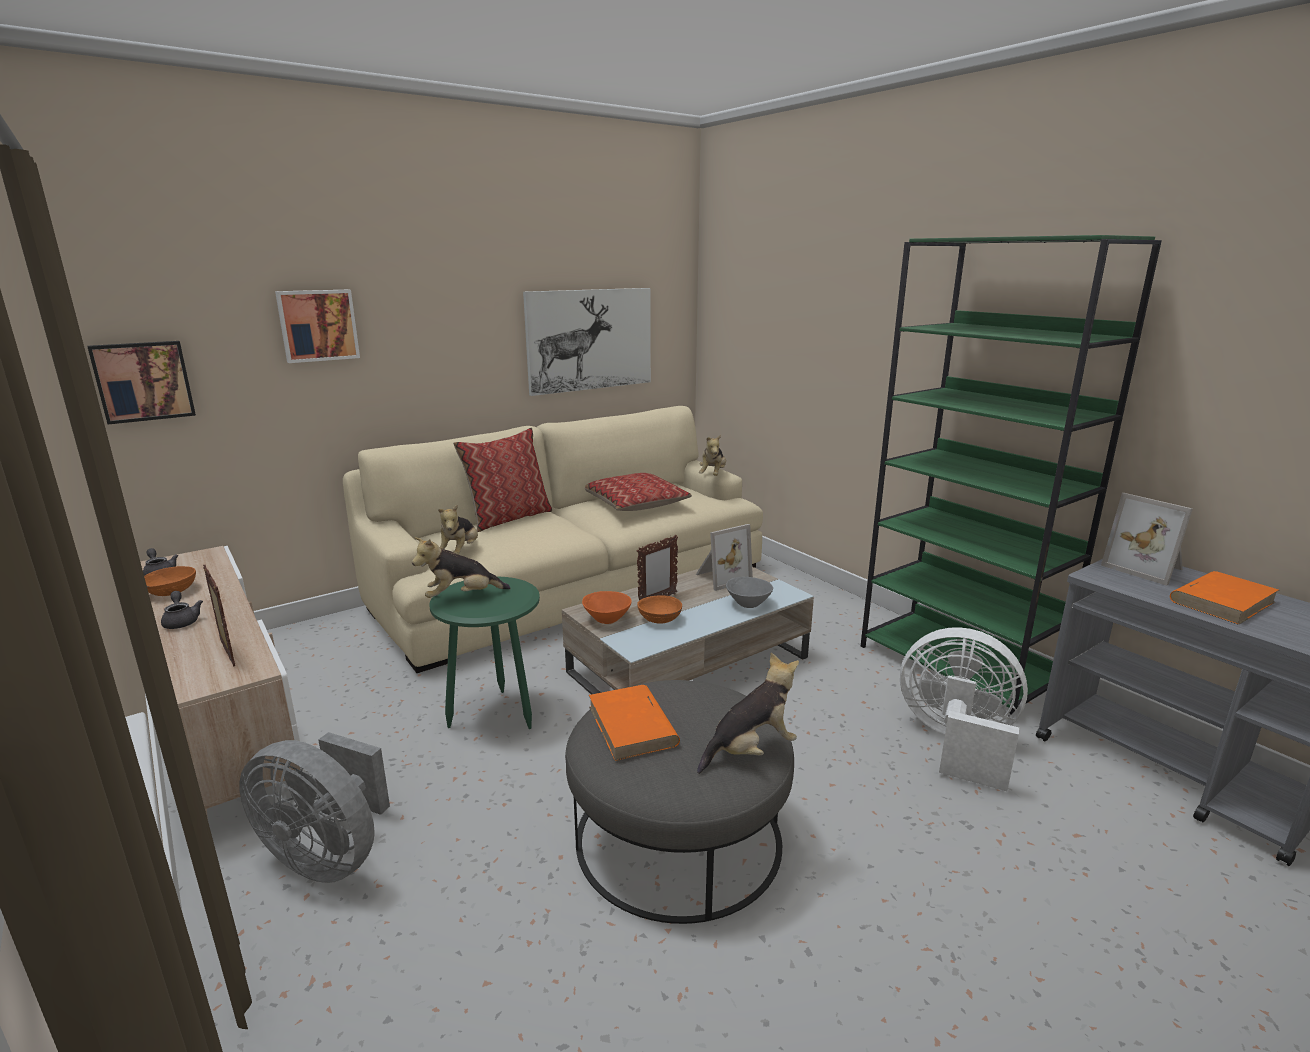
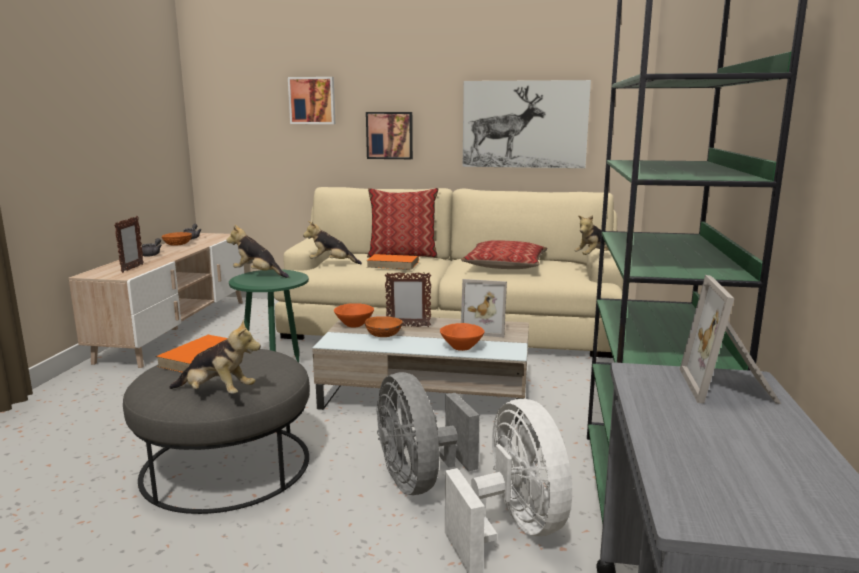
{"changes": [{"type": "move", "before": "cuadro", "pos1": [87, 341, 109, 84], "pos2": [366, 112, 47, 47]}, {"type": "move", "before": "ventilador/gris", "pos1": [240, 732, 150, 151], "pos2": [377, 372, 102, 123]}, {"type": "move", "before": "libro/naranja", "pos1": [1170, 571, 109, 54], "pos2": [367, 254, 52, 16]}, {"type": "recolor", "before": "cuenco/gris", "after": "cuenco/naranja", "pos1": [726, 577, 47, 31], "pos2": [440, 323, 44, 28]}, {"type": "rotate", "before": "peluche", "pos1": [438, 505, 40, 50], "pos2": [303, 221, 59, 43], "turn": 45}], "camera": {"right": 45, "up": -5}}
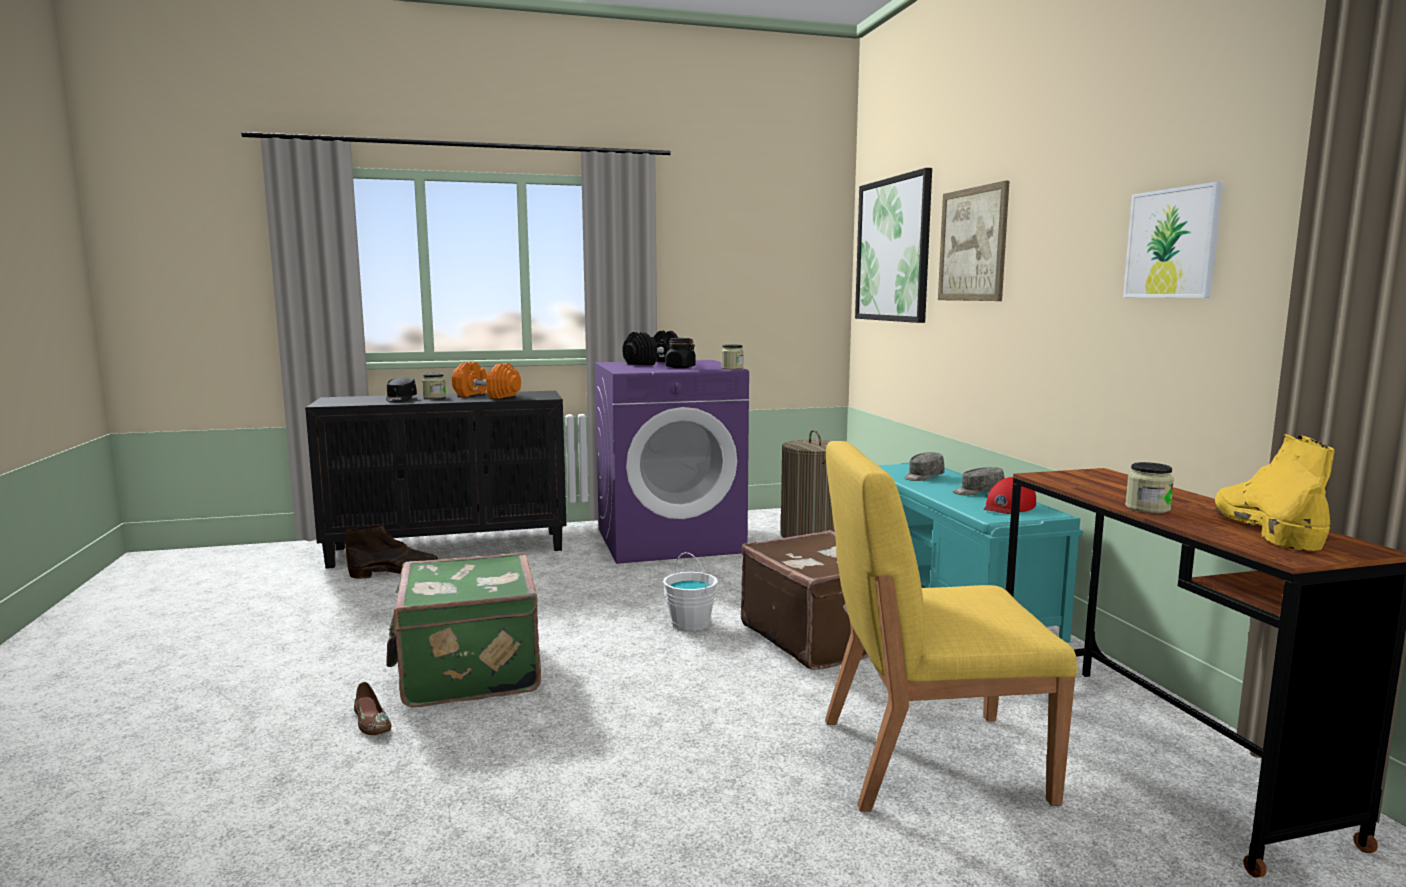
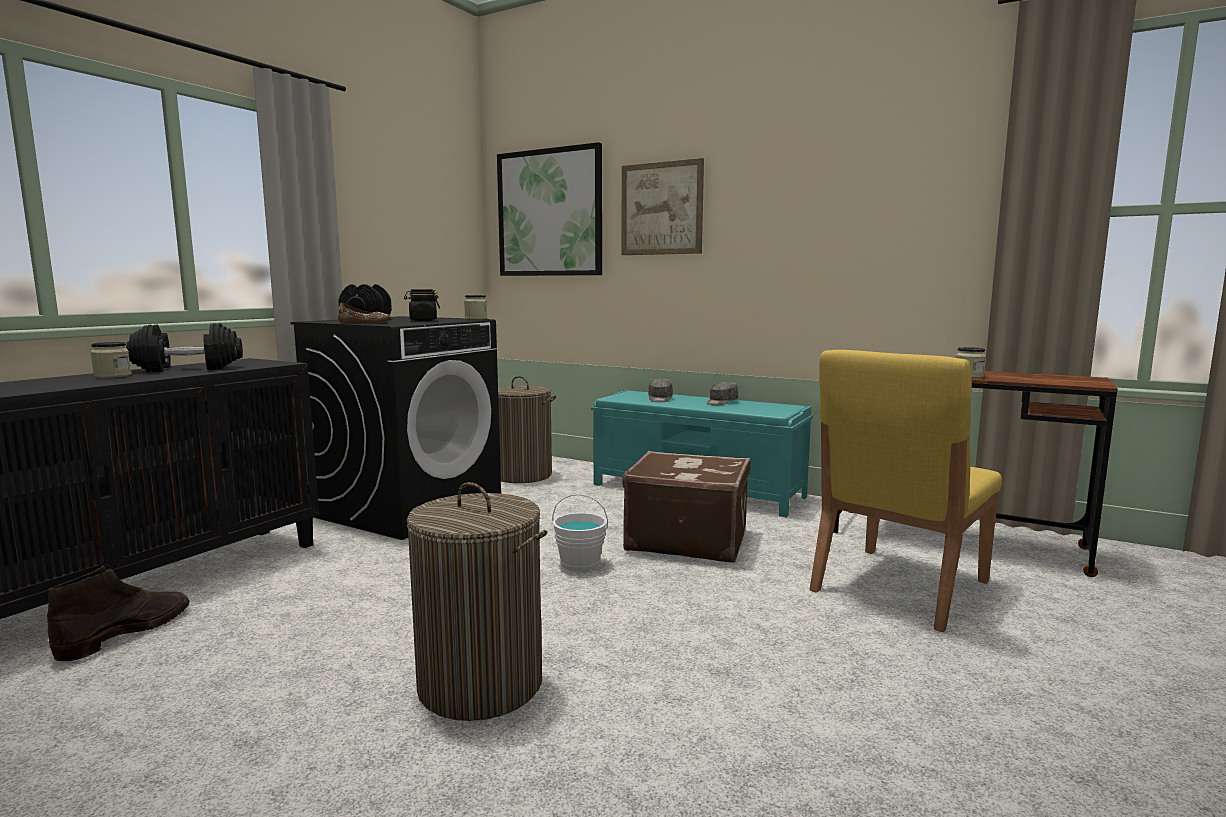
{"changes": [{"type": "delete", "before": "gorra/negro", "pos1": [386, 377, 31, 25]}, {"type": "delete", "before": "gorra/rojo", "pos1": [984, 477, 52, 37]}, {"type": "delete", "before": "cuadro", "pos1": [1123, 182, 100, 116]}, {"type": "delete", "before": "bota/amarillo", "pos1": [1215, 433, 120, 118]}, {"type": "move", "before": "zapato/marrón", "pos1": [354, 682, 37, 53], "pos2": [338, 303, 53, 21]}, {"type": "replace", "before": "maleta/verde", "after": "cesto de la ropa", "pos1": [386, 552, 155, 155], "pos2": [406, 482, 141, 239]}, {"type": "recolor", "before": "mancuerna/naranja", "after": "mancuerna/negro", "pos1": [452, 362, 69, 37], "pos2": [126, 323, 117, 49]}, {"type": "recolor", "before": "lavadora/morado", "after": "lavadora/negro", "pos1": [594, 360, 155, 204], "pos2": [291, 316, 210, 224]}], "camera": {"right": -45, "up": 0}}
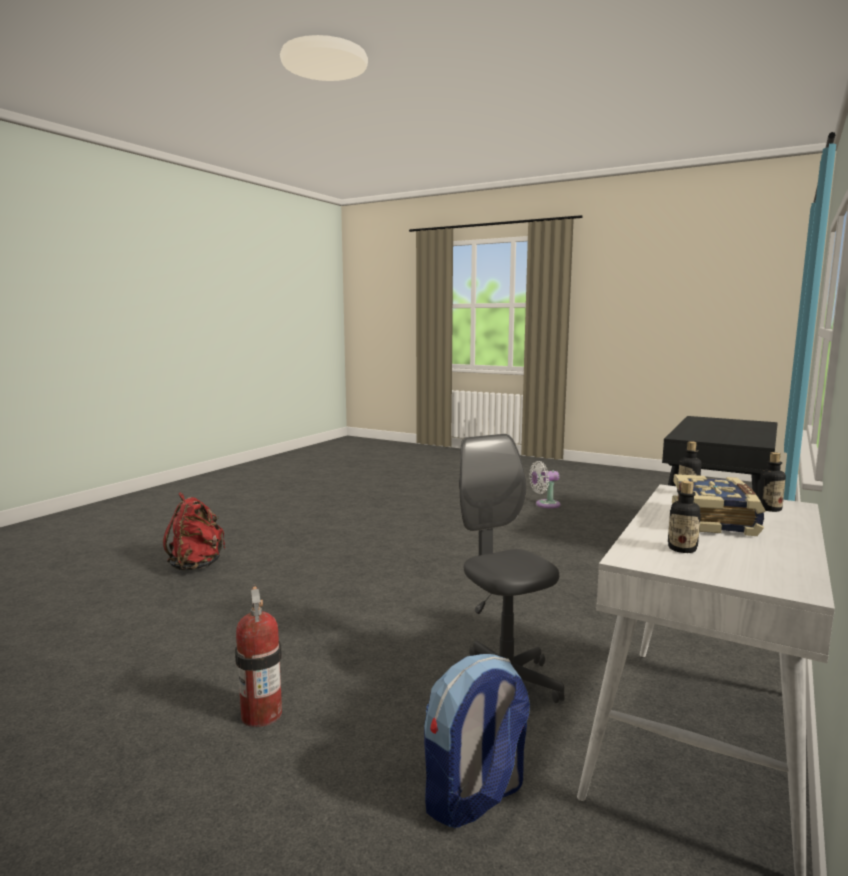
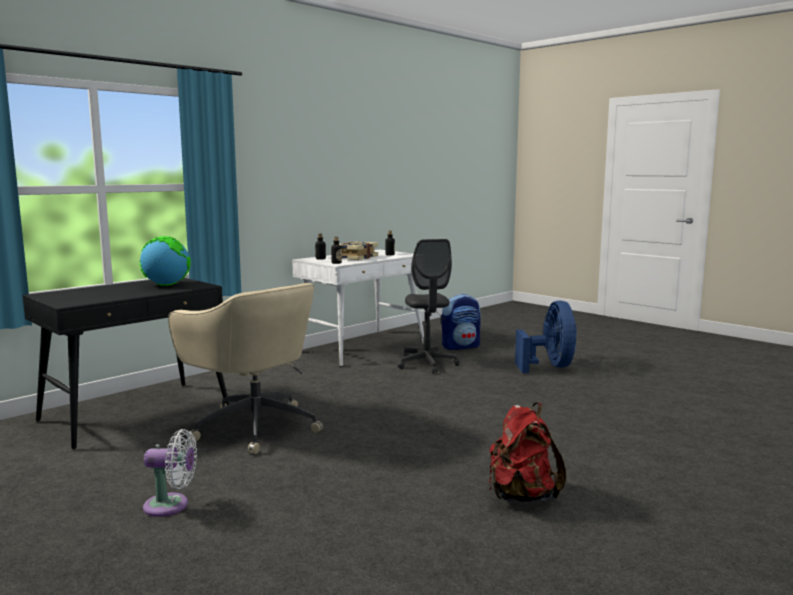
{"changes": [{"type": "insert", "after": "globo terráqueo", "pos2": [139, 236, 52, 50]}, {"type": "insert", "after": "silla de oficina/beis", "pos2": [168, 283, 155, 171]}, {"type": "move", "before": "mochila/rojo", "pos1": [163, 492, 62, 79], "pos2": [489, 402, 77, 100]}, {"type": "replace", "before": "extintor", "after": "ventilador/azul", "pos1": [235, 584, 47, 143], "pos2": [515, 300, 62, 73]}], "camera": {"right": -165, "up": 0}}
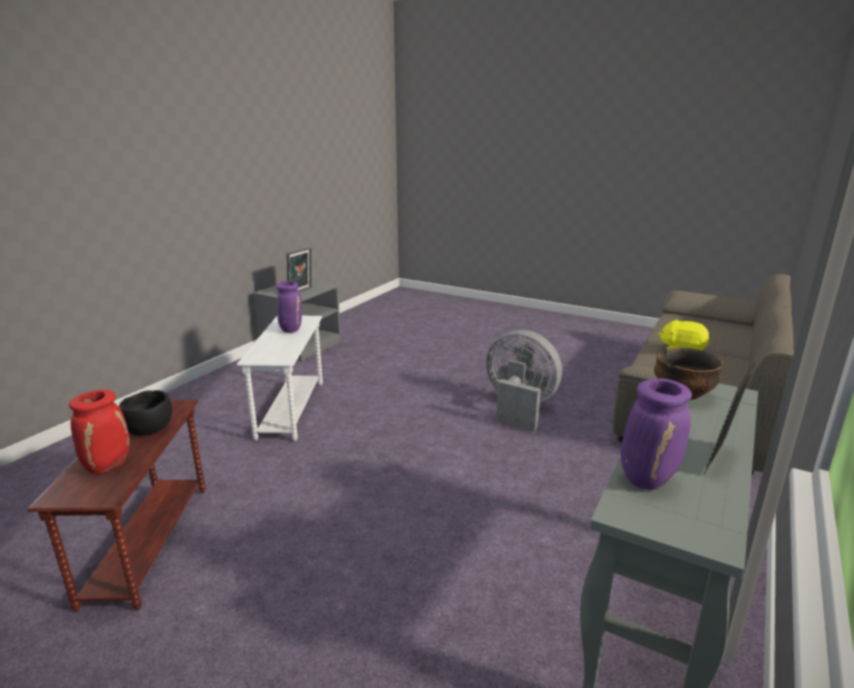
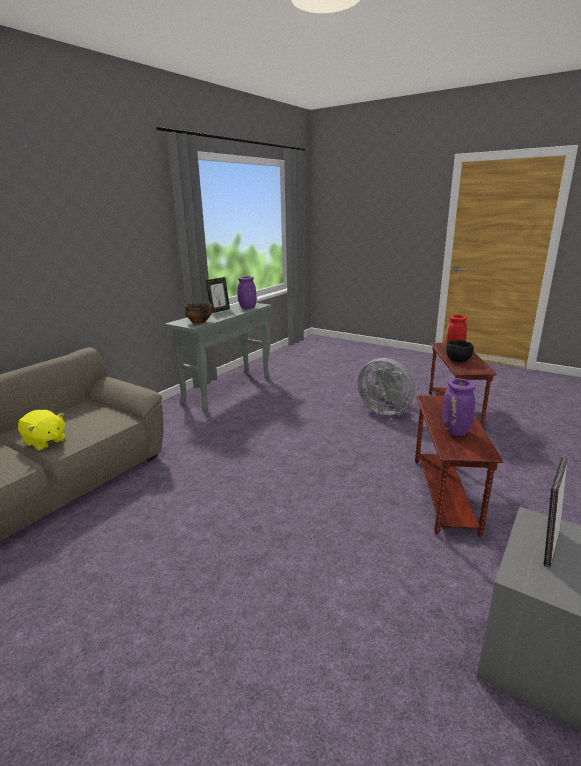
{"changes": [{"type": "move", "before": "ventilador/gris", "pos1": [486, 330, 76, 102], "pos2": [358, 358, 57, 57]}, {"type": "recolor", "before": "mesa auxiliar/blanco", "after": "mesa auxiliar/marrón", "pos1": [237, 316, 86, 125], "pos2": [415, 395, 88, 142]}], "camera": {"right": -175, "up": 0}}
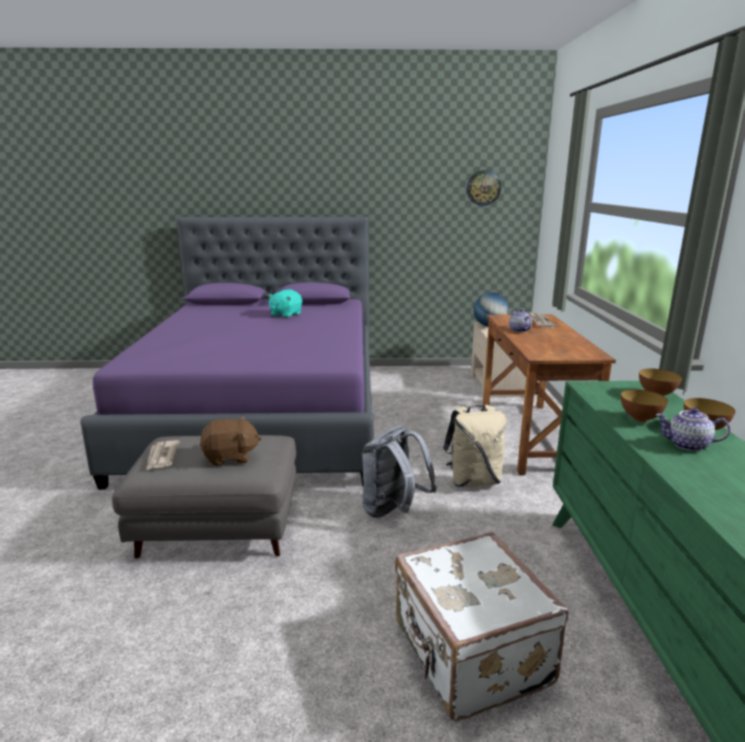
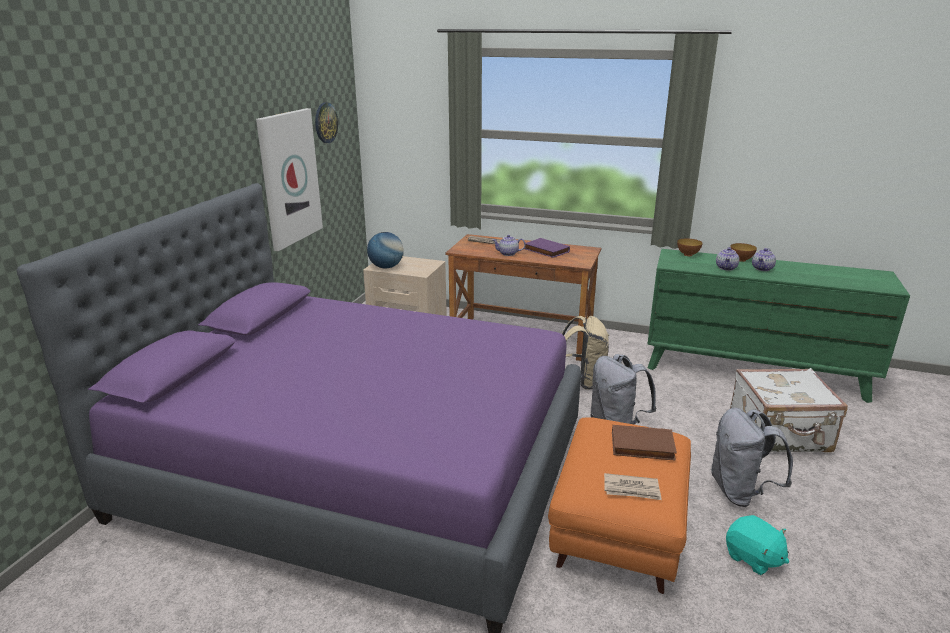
{"changes": [{"type": "insert", "after": "cuadro", "pos2": [256, 108, 67, 143]}, {"type": "insert", "after": "libro/morado", "pos2": [524, 238, 46, 20]}, {"type": "insert", "after": "mochila/gris", "pos2": [711, 408, 82, 99]}, {"type": "move", "before": "peluche/turquesa", "pos1": [267, 289, 35, 29], "pos2": [726, 515, 63, 60]}, {"type": "replace", "before": "peluche/marrón", "after": "libro/marrón", "pos1": [200, 416, 62, 50], "pos2": [612, 425, 65, 36]}, {"type": "replace", "before": "cuenco", "after": "tetera", "pos1": [621, 389, 47, 33], "pos2": [716, 247, 23, 24]}, {"type": "recolor", "before": "puf/gris", "after": "puf/naranja", "pos1": [112, 435, 184, 123], "pos2": [548, 417, 143, 177]}], "camera": {"right": -70, "up": 5}}
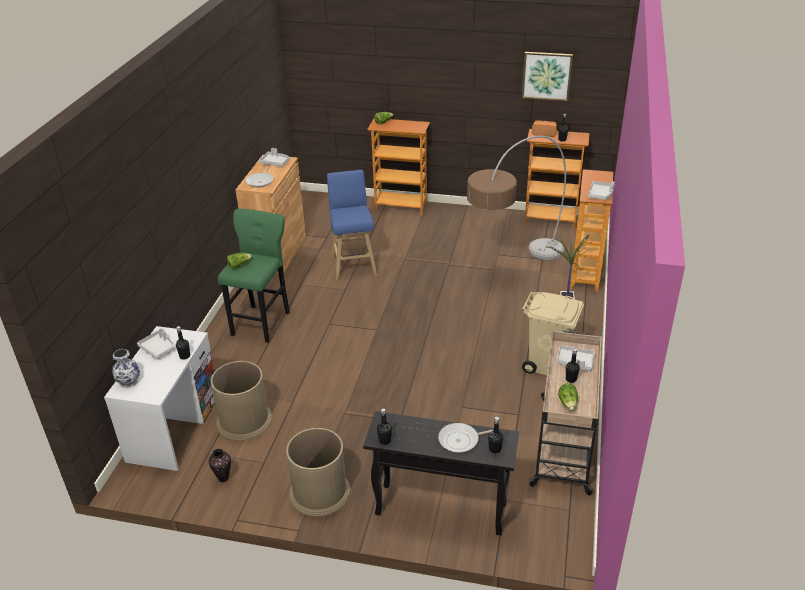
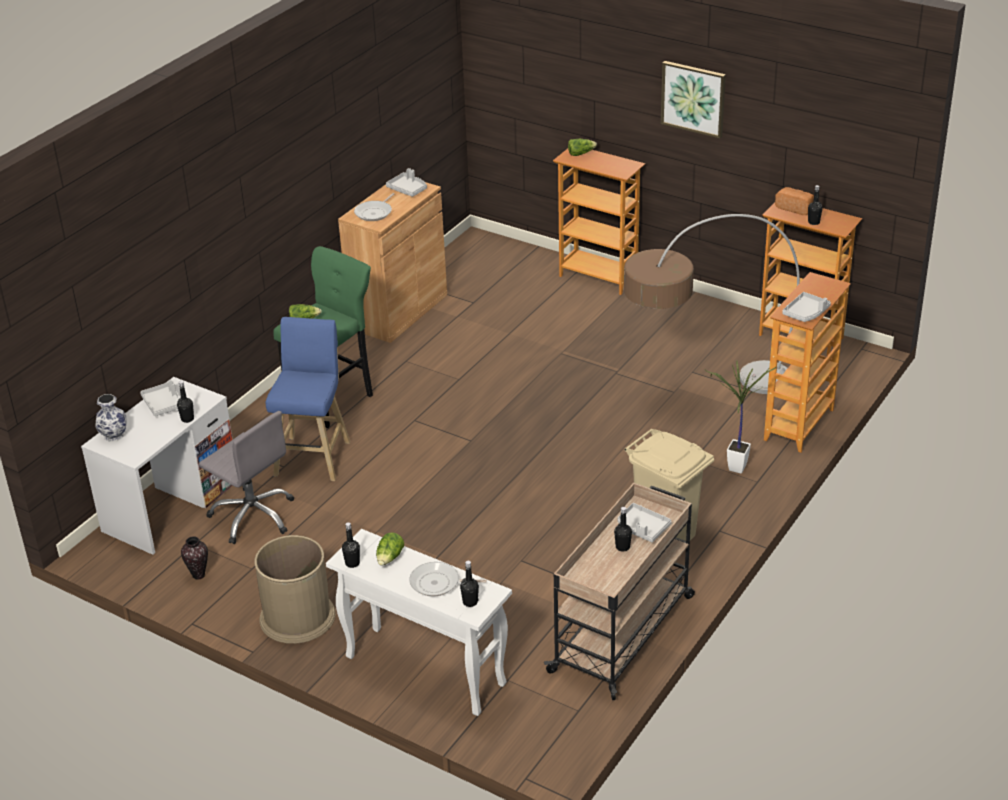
{"changes": [{"type": "move", "before": "taburete/azul", "pos1": [327, 170, 50, 110], "pos2": [266, 317, 84, 164]}, {"type": "move", "before": "cuadro", "pos1": [522, 52, 51, 49], "pos2": [661, 61, 65, 77]}, {"type": "move", "before": "lechuga", "pos1": [558, 383, 20, 27], "pos2": [376, 532, 28, 34]}, {"type": "replace", "before": "papelera/marrón", "after": "silla de oficina/gris", "pos1": [211, 361, 61, 80], "pos2": [199, 411, 95, 133]}, {"type": "recolor", "before": "mesa consola/negro", "after": "mesa consola/blanco", "pos1": [363, 411, 156, 124], "pos2": [326, 529, 186, 187]}], "camera": {"right": 20, "up": 0}}
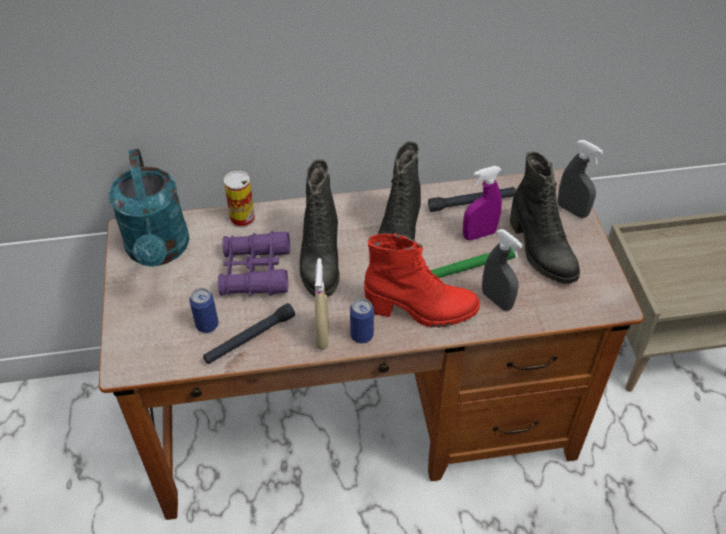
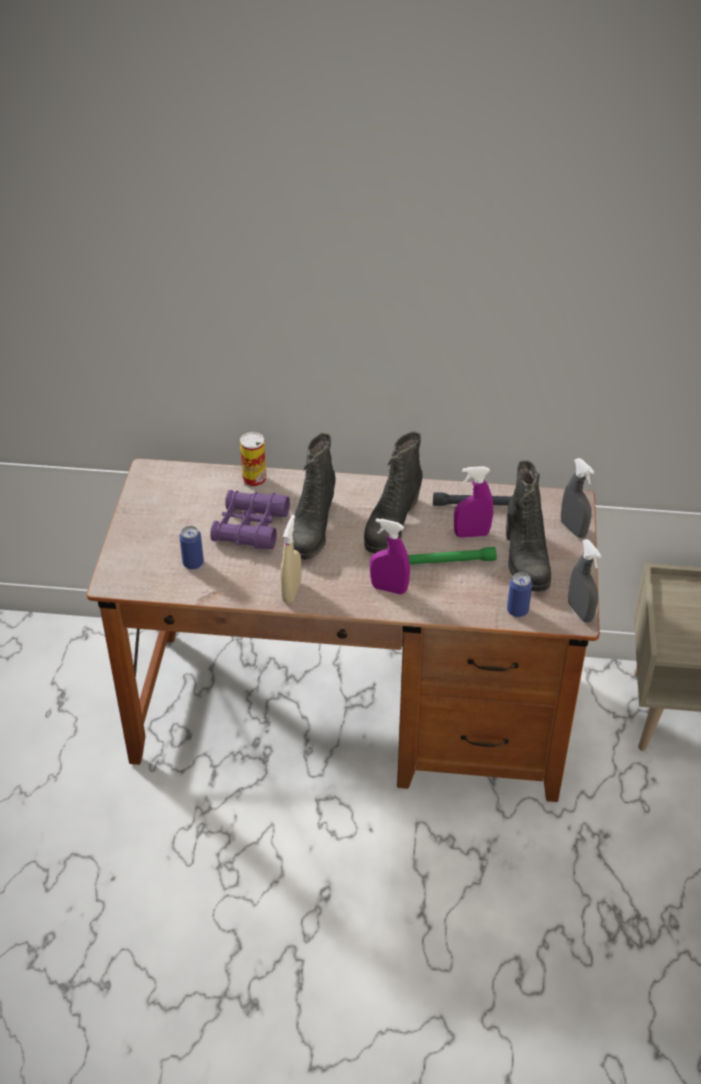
{"changes": [{"type": "delete", "before": "regadera/turquesa", "pos1": [109, 149, 81, 118]}, {"type": "delete", "before": "linterna/negro", "pos1": [203, 303, 92, 61]}, {"type": "move", "before": "lata", "pos1": [350, 298, 24, 45], "pos2": [507, 572, 25, 45]}, {"type": "move", "before": "pulverizador/gris", "pos1": [482, 229, 41, 82], "pos2": [568, 539, 34, 84]}, {"type": "replace", "before": "bota/rojo", "after": "pulverizador/morado", "pos1": [364, 233, 116, 95], "pos2": [370, 518, 40, 77]}], "camera": {"right": 15, "up": -5}}
